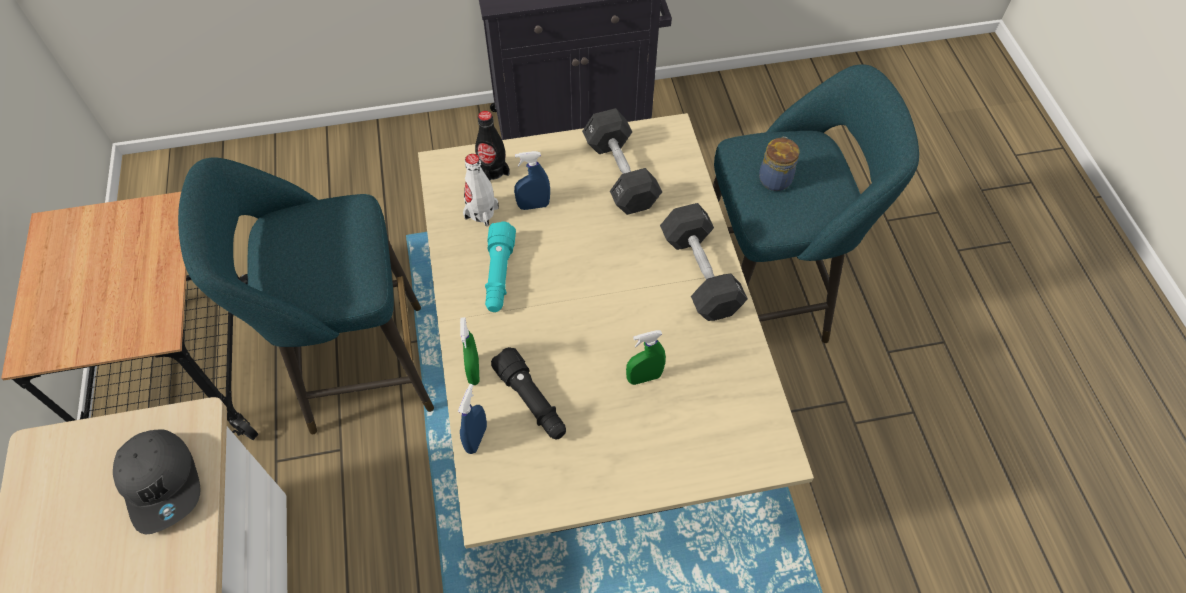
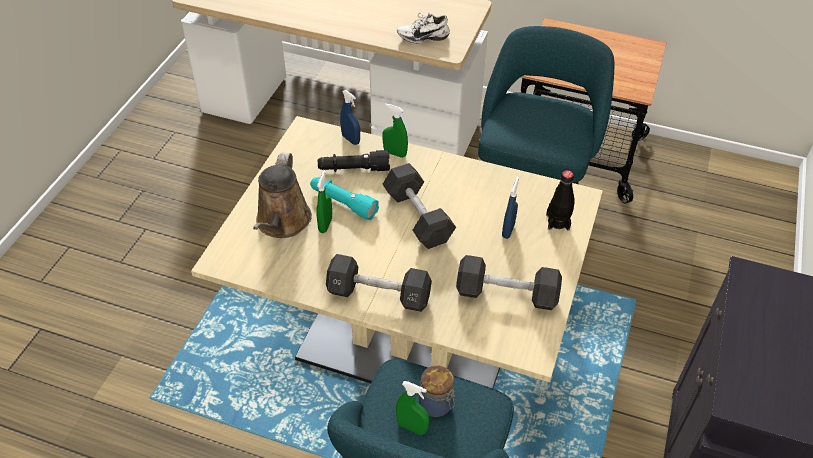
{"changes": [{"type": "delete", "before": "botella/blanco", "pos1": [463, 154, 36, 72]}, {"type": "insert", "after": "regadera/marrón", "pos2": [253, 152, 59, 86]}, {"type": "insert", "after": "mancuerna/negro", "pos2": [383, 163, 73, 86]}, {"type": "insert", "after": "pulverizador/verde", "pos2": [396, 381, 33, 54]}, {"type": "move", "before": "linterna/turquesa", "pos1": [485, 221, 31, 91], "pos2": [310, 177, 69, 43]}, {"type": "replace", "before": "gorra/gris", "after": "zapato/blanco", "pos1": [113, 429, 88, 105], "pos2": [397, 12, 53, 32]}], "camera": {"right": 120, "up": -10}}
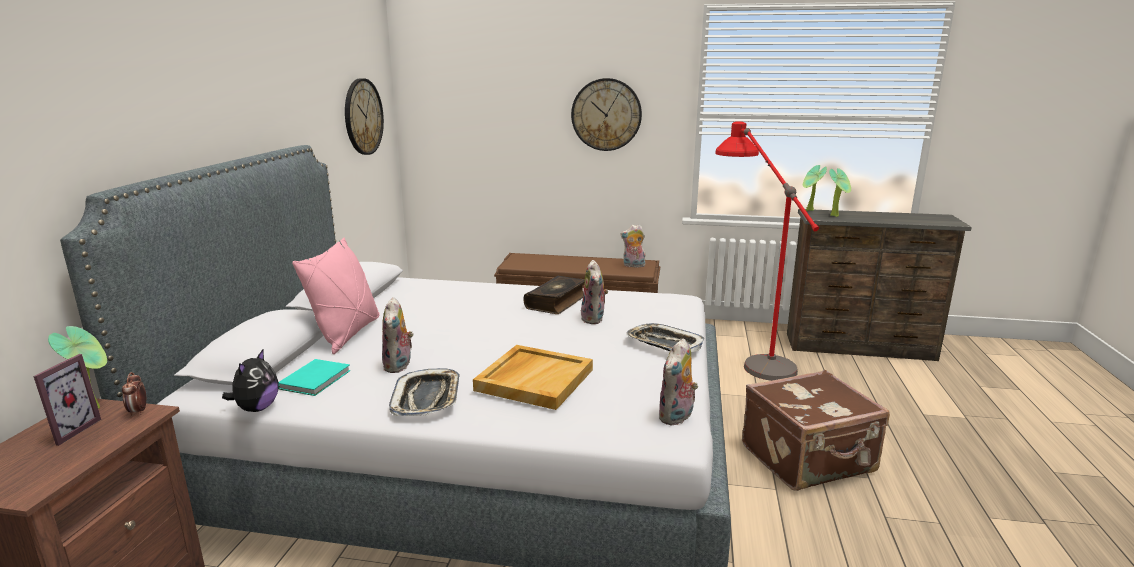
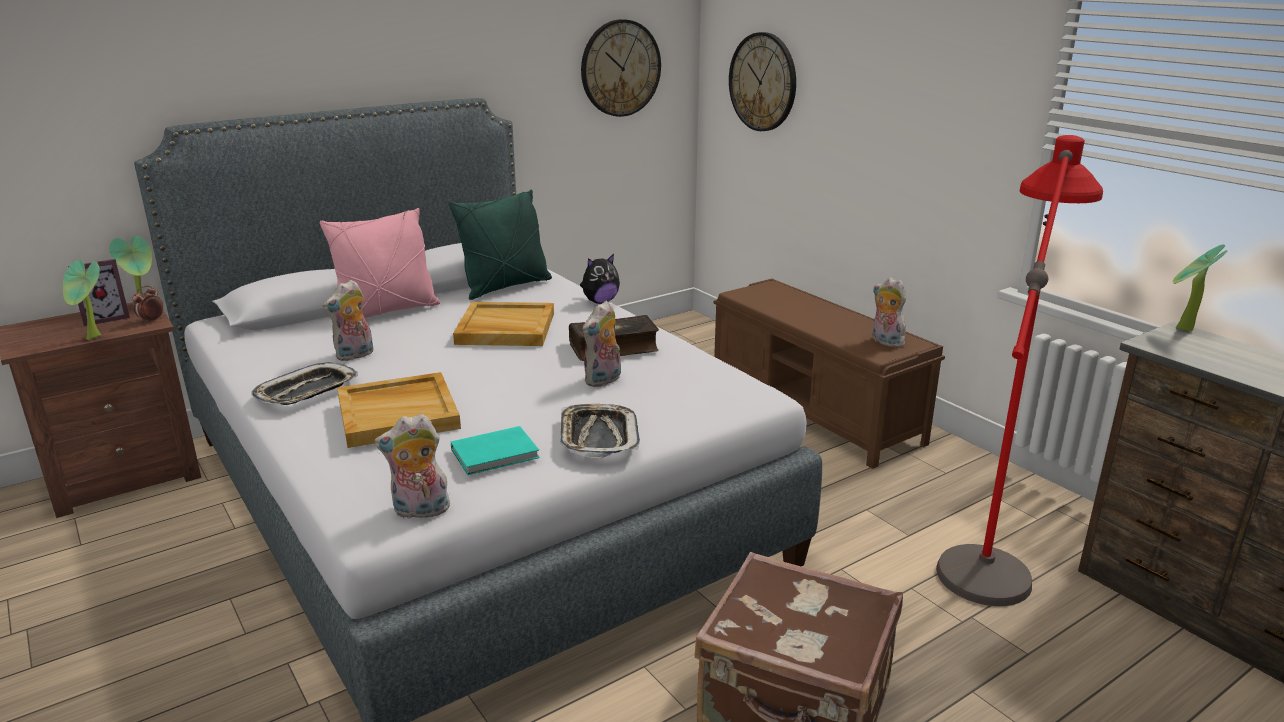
{"changes": [{"type": "insert", "after": "cojín/verde", "pos2": [449, 190, 103, 110]}, {"type": "insert", "after": "bandeja/beis", "pos2": [453, 302, 101, 44]}, {"type": "move", "before": "peluche", "pos1": [222, 350, 57, 62], "pos2": [580, 254, 40, 50]}, {"type": "move", "before": "libro/turquesa", "pos1": [278, 359, 72, 37], "pos2": [451, 426, 89, 49]}, {"type": "move", "before": "reloj de pared", "pos1": [571, 78, 71, 73], "pos2": [729, 32, 67, 99]}, {"type": "move", "before": "planta en maceta", "pos1": [829, 168, 22, 49], "pos2": [63, 260, 38, 80]}], "camera": {"right": 45, "up": 5}}
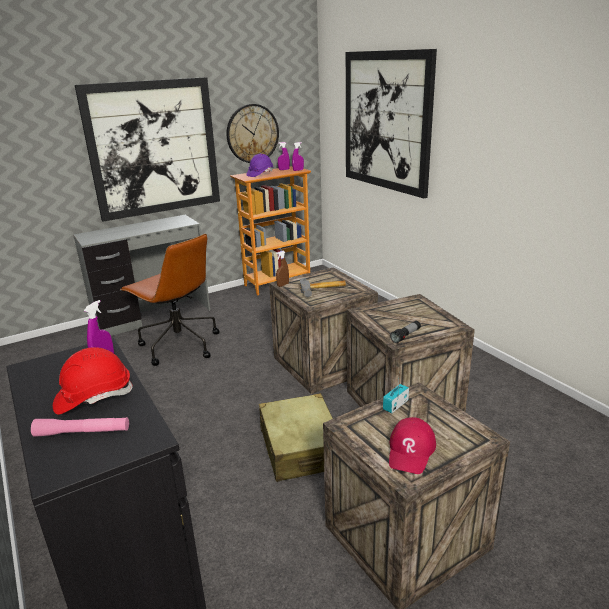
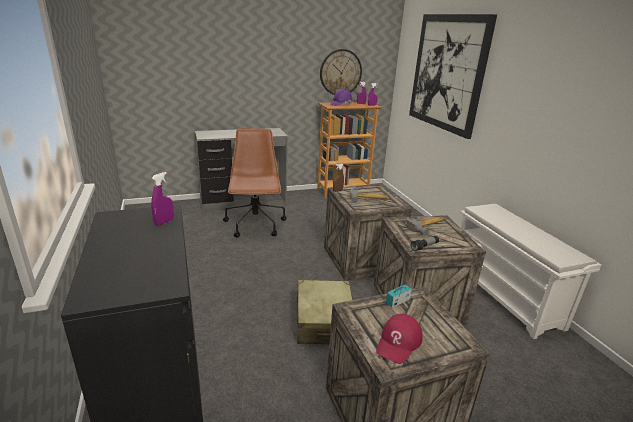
{"changes": [{"type": "delete", "before": "linterna/rosa", "pos1": [31, 417, 98, 20]}, {"type": "delete", "before": "casco/rojo", "pos1": [53, 347, 80, 68]}, {"type": "delete", "before": "cuadro", "pos1": [75, 77, 145, 144]}, {"type": "insert", "after": "martillo", "pos2": [406, 216, 38, 20]}, {"type": "insert", "after": "zapatero/blanco", "pos2": [460, 204, 141, 135]}, {"type": "rotate", "before": "silla de oficina/marrón", "pos1": [120, 234, 100, 132], "pos2": [223, 128, 64, 110], "turn": -150}], "camera": {"right": 10, "up": 0}}
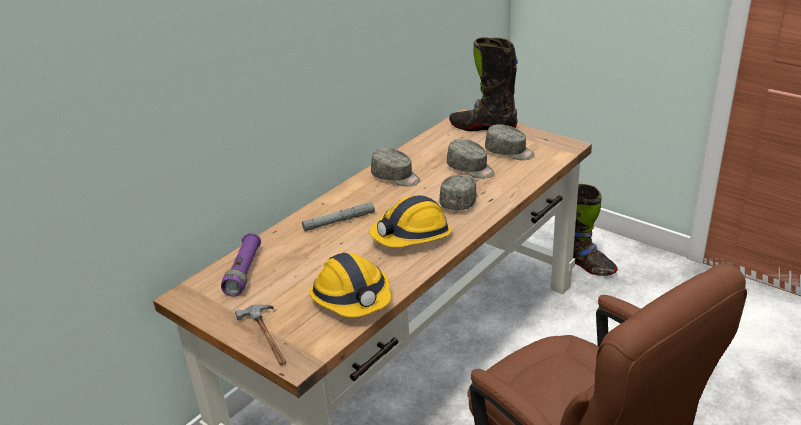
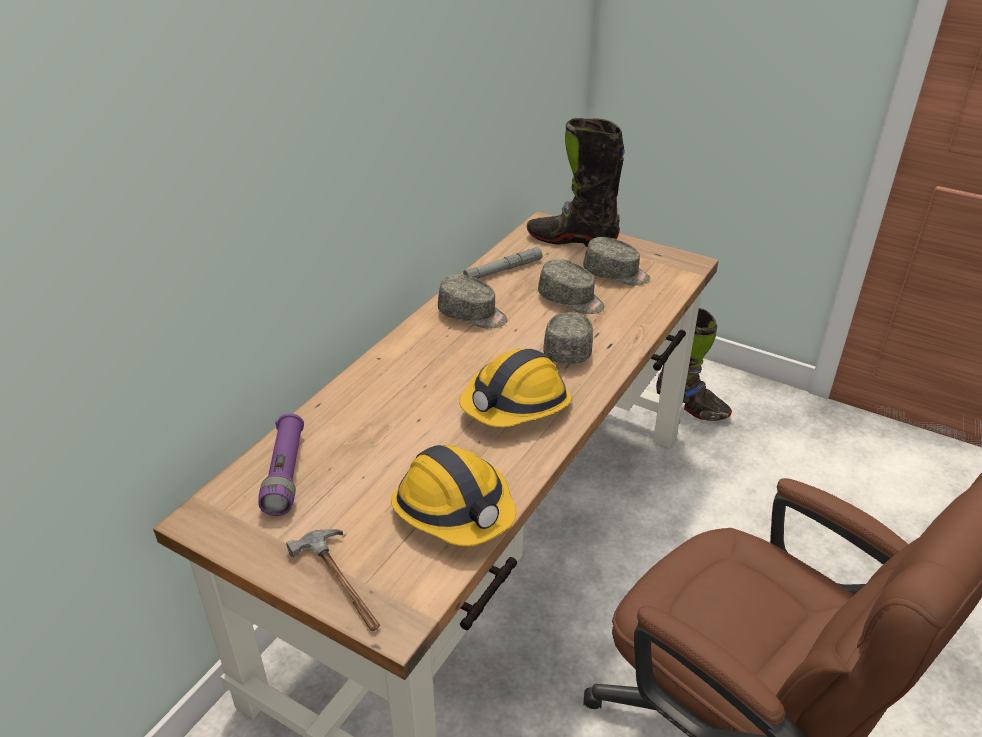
{"changes": [{"type": "move", "before": "linterna/gris", "pos1": [302, 202, 73, 29], "pos2": [463, 247, 80, 32]}], "camera": {"right": -10, "up": 5}}
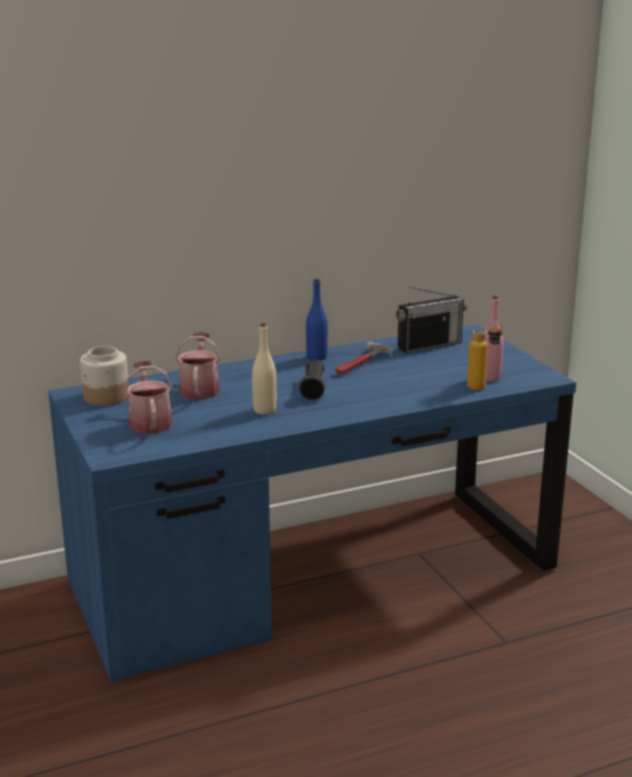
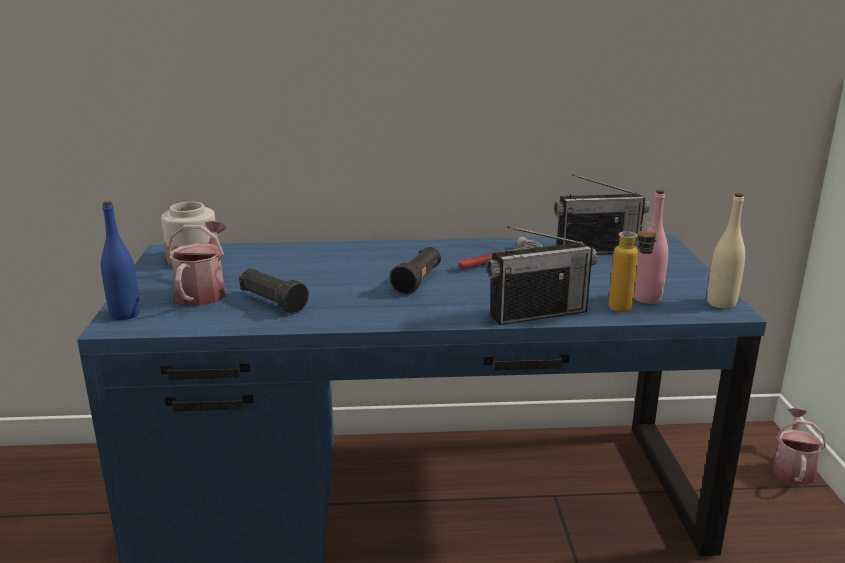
{"changes": [{"type": "insert", "after": "linterna/negro", "pos2": [239, 268, 70, 46]}, {"type": "insert", "after": "radio", "pos2": [487, 226, 111, 99]}, {"type": "move", "before": "regadera", "pos1": [175, 332, 46, 67], "pos2": [772, 408, 54, 77]}, {"type": "move", "before": "botella/beis", "pos1": [252, 323, 25, 92], "pos2": [707, 193, 38, 116]}, {"type": "move", "before": "botella/azul", "pos1": [306, 279, 22, 82], "pos2": [101, 201, 39, 119]}], "camera": {"right": 20, "up": 0}}
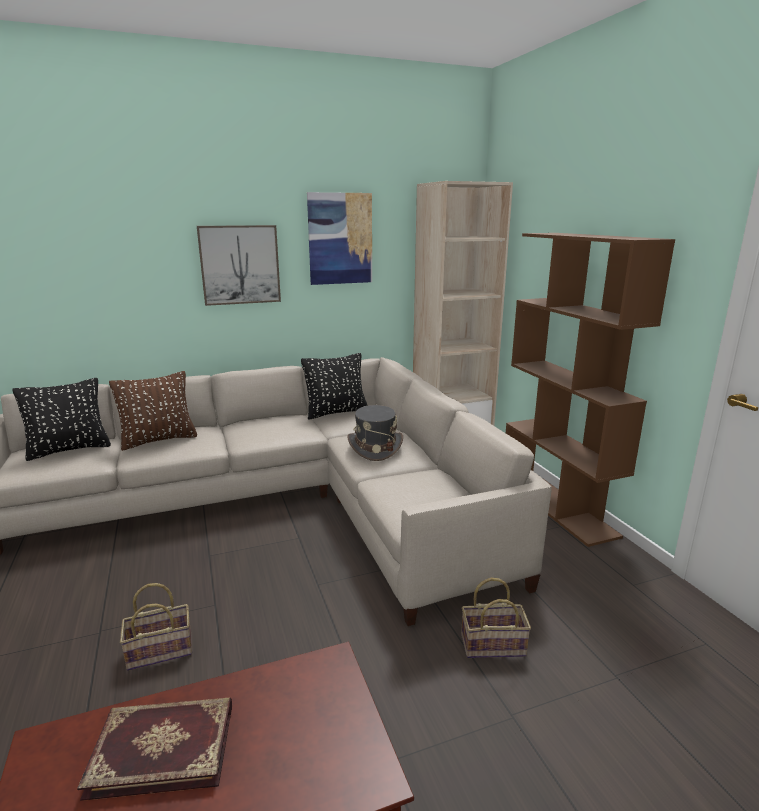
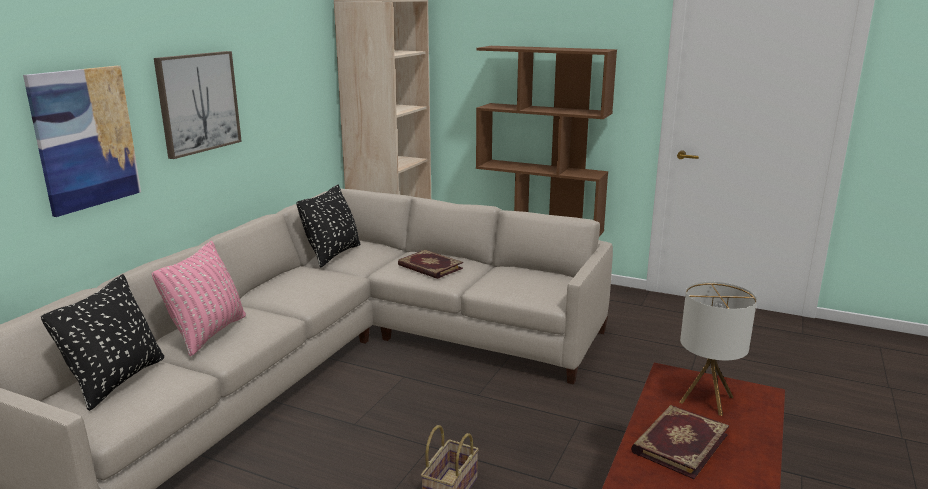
{"changes": [{"type": "delete", "before": "cesta", "pos1": [461, 578, 70, 80]}, {"type": "insert", "after": "lámpara de mesa", "pos2": [679, 282, 78, 134]}, {"type": "move", "before": "cuadro", "pos1": [307, 192, 65, 93], "pos2": [23, 66, 118, 151]}, {"type": "replace", "before": "sombrero/gris", "after": "libro", "pos1": [347, 405, 56, 56], "pos2": [398, 250, 65, 29]}, {"type": "recolor", "before": "cojín/marrón", "after": "cojín/rosa", "pos1": [109, 371, 88, 80], "pos2": [152, 241, 94, 115]}], "camera": {"right": -45, "up": 0}}
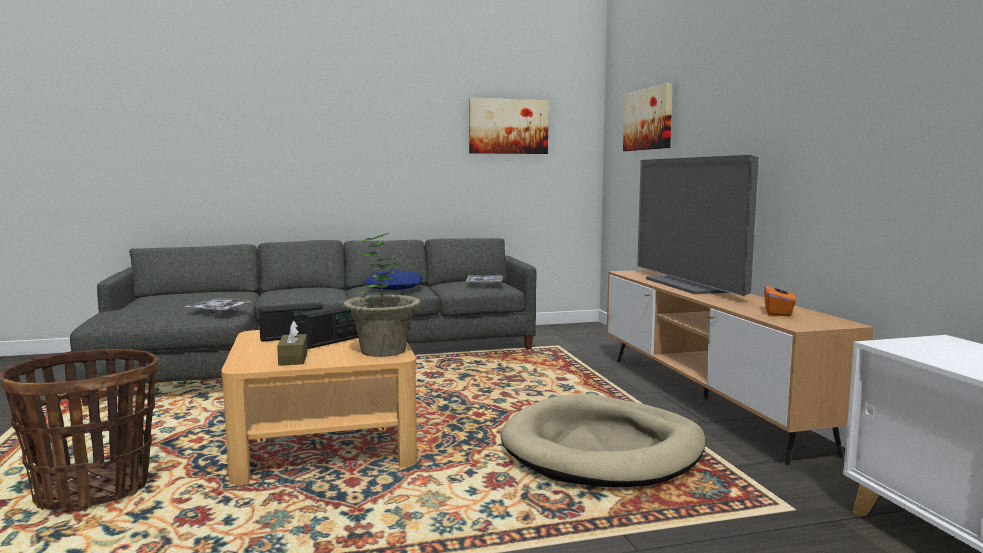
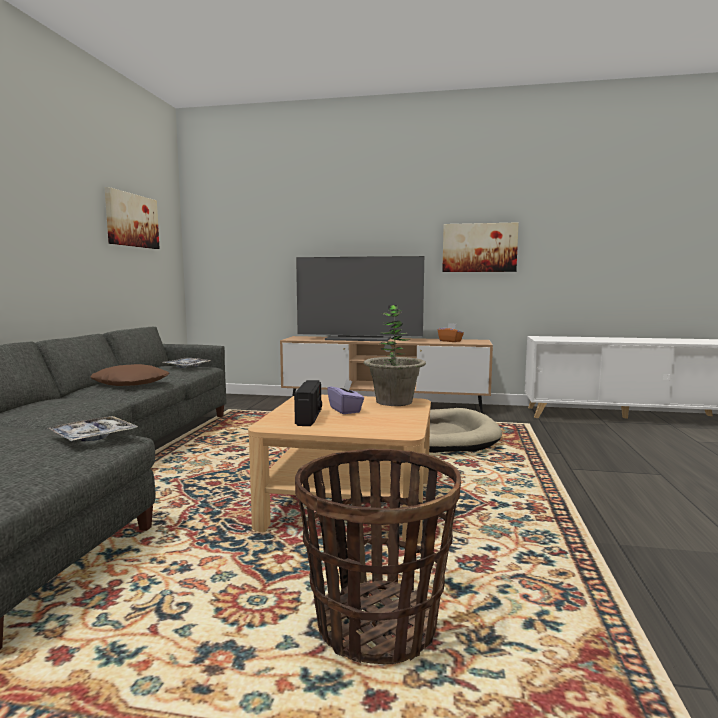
{"changes": [{"type": "delete", "before": "caja de pañuelos/marrón", "pos1": [277, 321, 31, 44]}, {"type": "move", "before": "cuadro", "pos1": [623, 83, 50, 68], "pos2": [442, 222, 77, 50]}, {"type": "replace", "before": "radio", "after": "caja de pañuelos/morado", "pos1": [298, 305, 60, 44], "pos2": [327, 379, 37, 35]}, {"type": "recolor", "before": "cojín/azul", "after": "cojín/marrón", "pos1": [365, 270, 58, 20], "pos2": [90, 364, 79, 22]}], "camera": {"right": -65, "up": 0}}
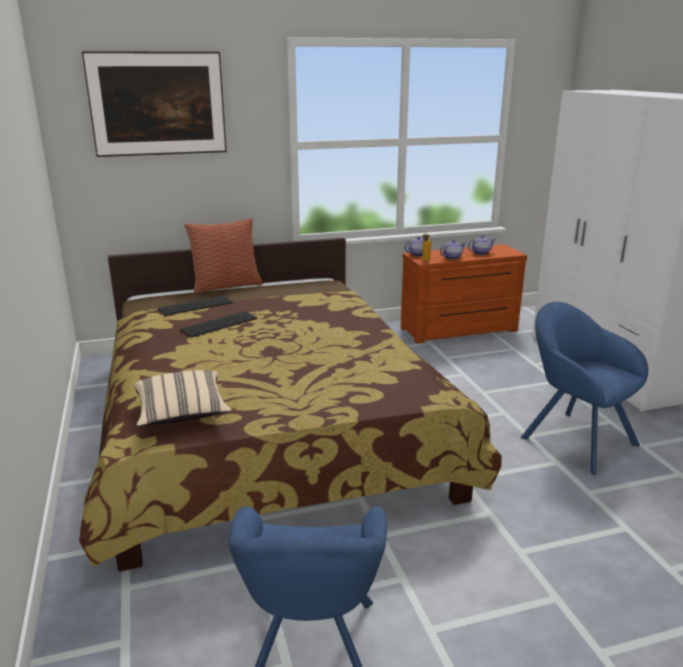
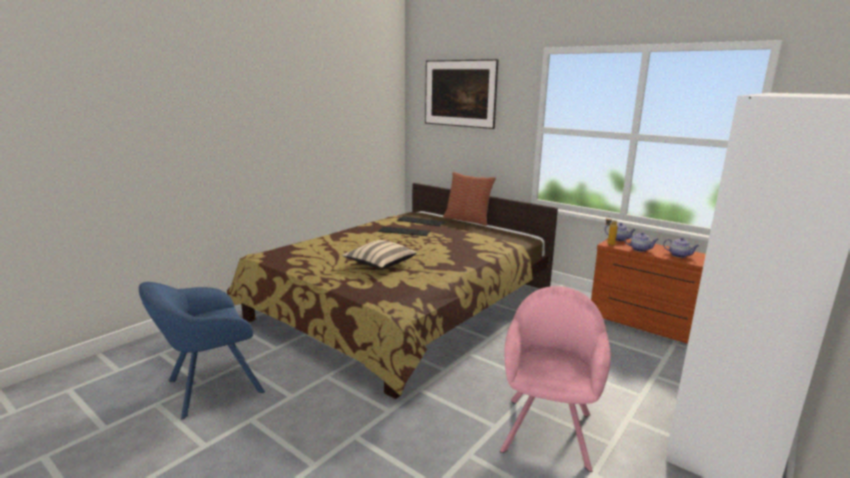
{"changes": [{"type": "move", "before": "cojín/beis", "pos1": [134, 370, 98, 56], "pos2": [342, 240, 74, 29]}, {"type": "recolor", "before": "sillón/azul", "after": "sillón/rosa", "pos1": [521, 302, 127, 173], "pos2": [500, 286, 111, 186]}], "camera": {"right": 55, "up": -5}}
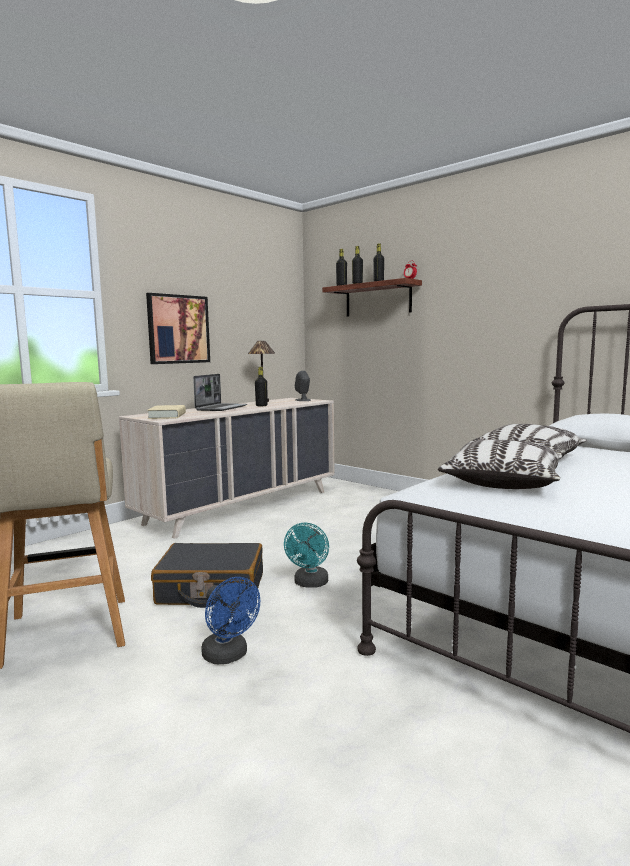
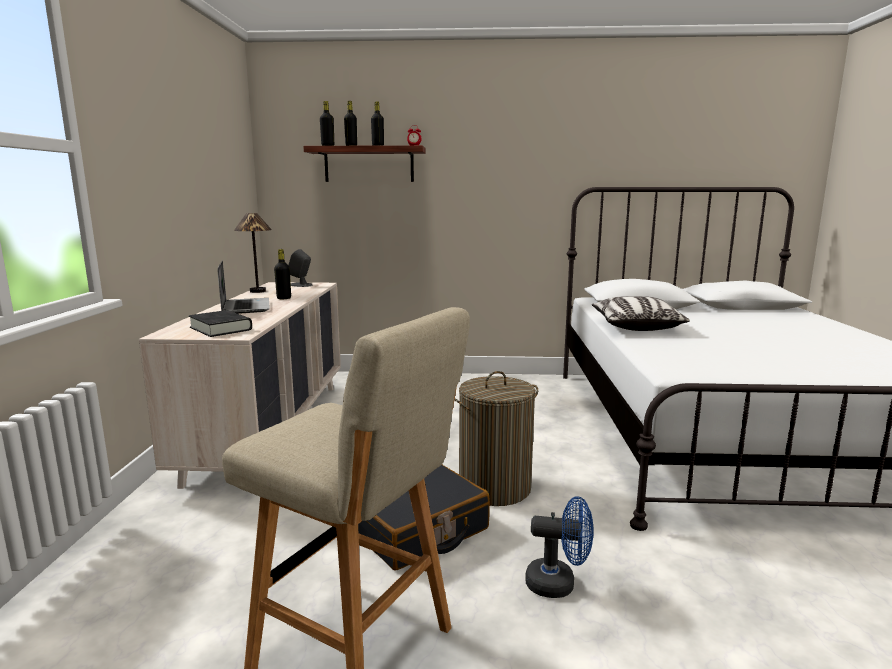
{"changes": [{"type": "delete", "before": "cuadro", "pos1": [146, 293, 64, 71]}, {"type": "delete", "before": "cojín", "pos1": [438, 440, 125, 49]}, {"type": "replace", "before": "ventilador/turquesa", "after": "cesto de la ropa", "pos1": [284, 523, 45, 65], "pos2": [455, 371, 83, 135]}, {"type": "recolor", "before": "libro/beis", "after": "libro/negro", "pos1": [147, 405, 39, 14], "pos2": [189, 310, 63, 27]}], "camera": {"right": -40, "up": 5}}
